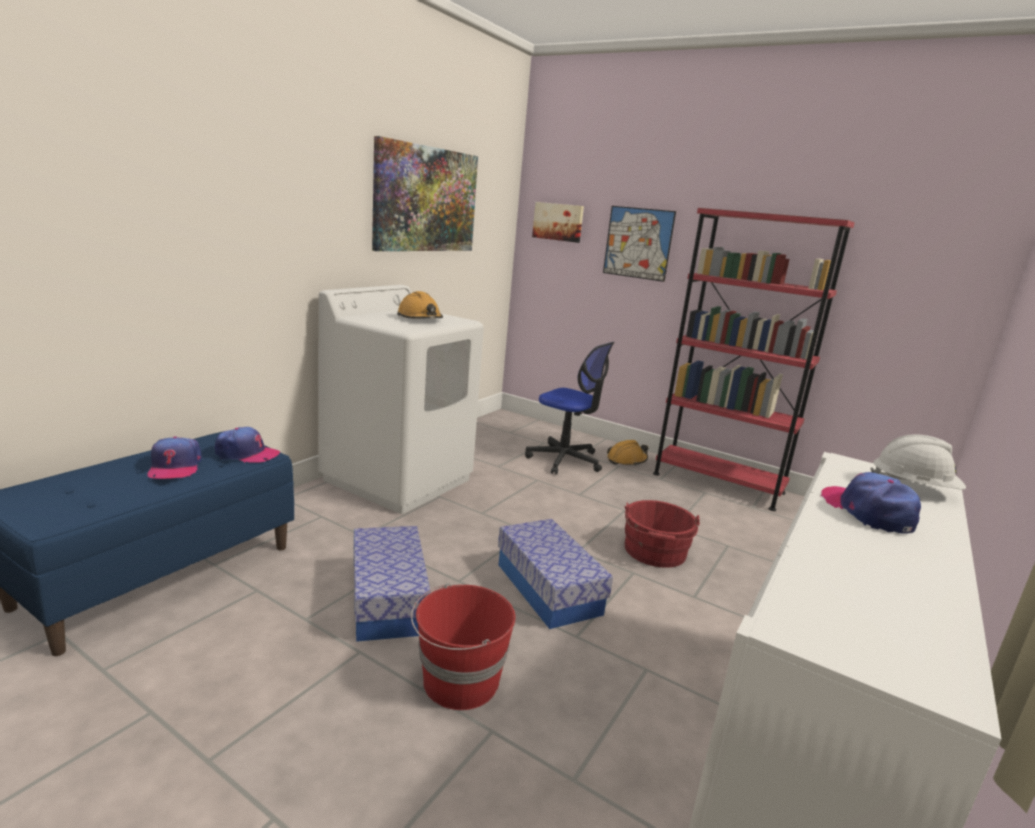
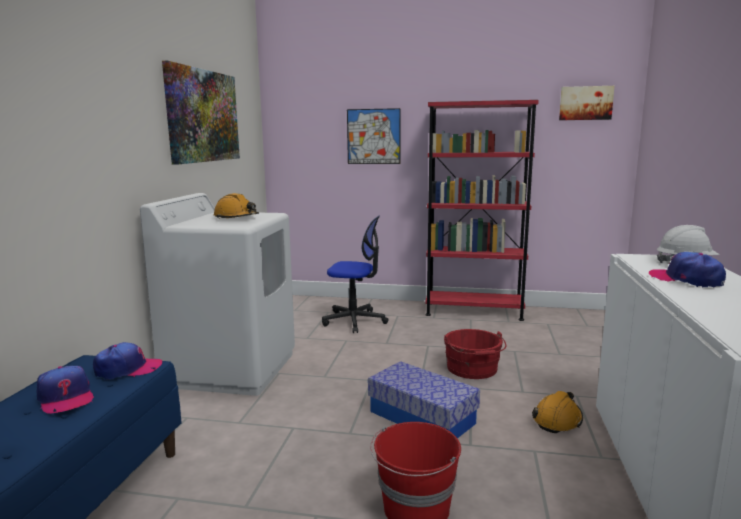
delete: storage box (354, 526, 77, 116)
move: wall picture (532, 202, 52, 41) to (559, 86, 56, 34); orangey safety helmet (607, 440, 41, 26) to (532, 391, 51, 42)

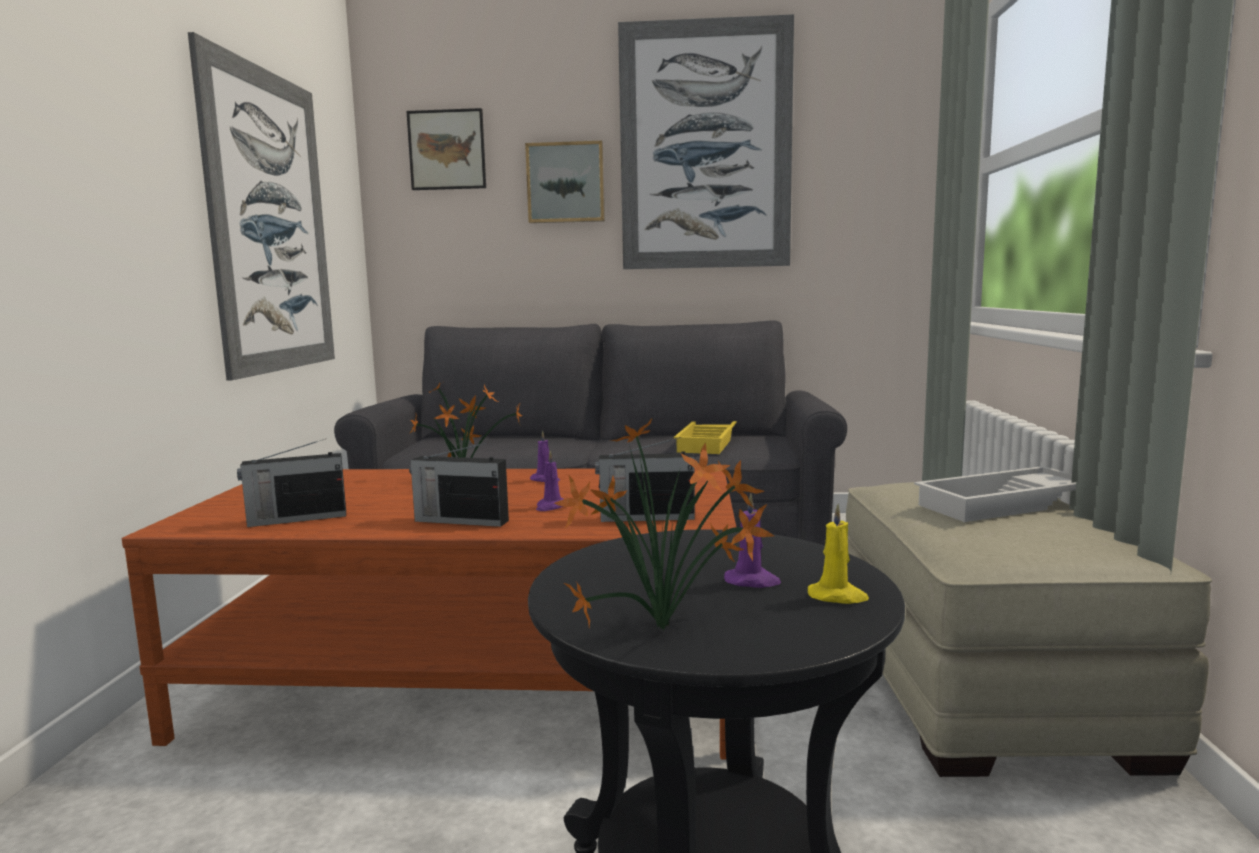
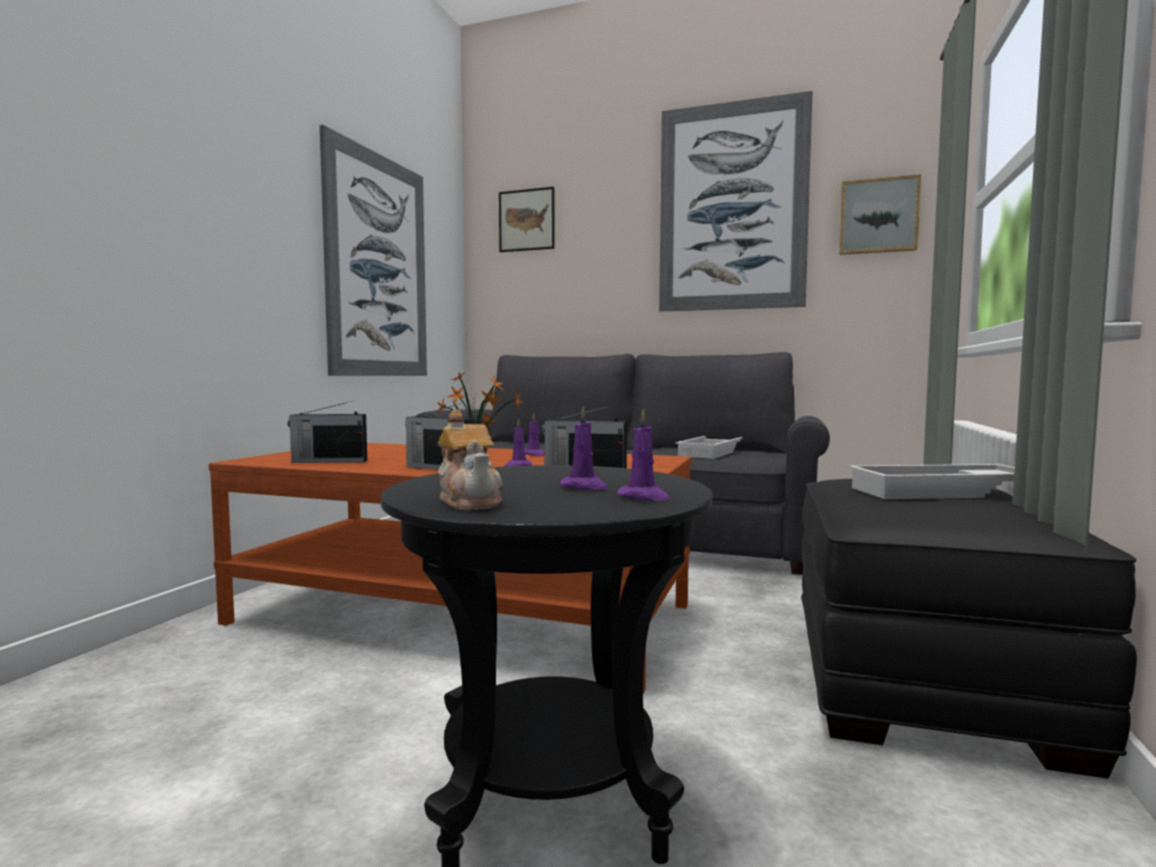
move: wall picture (525, 141, 80, 82) to (839, 174, 82, 81)
replace: potted plant (554, 417, 220, 213) to teapot (438, 409, 65, 101)
recolor: yellow-coloured carrying tray (674, 421, 63, 33) to white carrying tray (675, 436, 68, 23); sand-coloured ottoman (846, 482, 366, 295) to blackish ottoman (801, 479, 336, 300); yellow-coloured wax light (808, 504, 61, 100) to purplish wax light (617, 409, 53, 92)

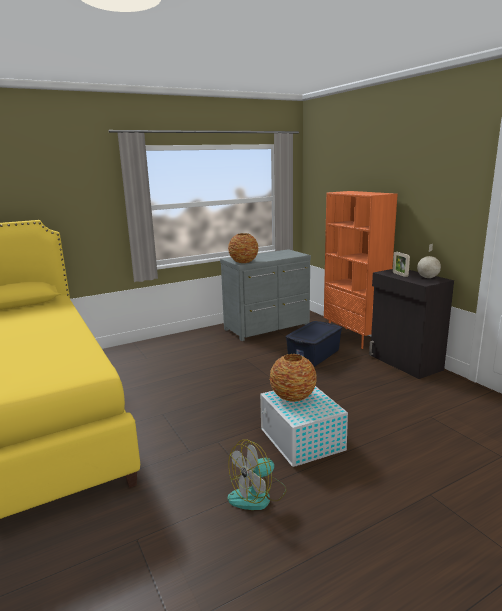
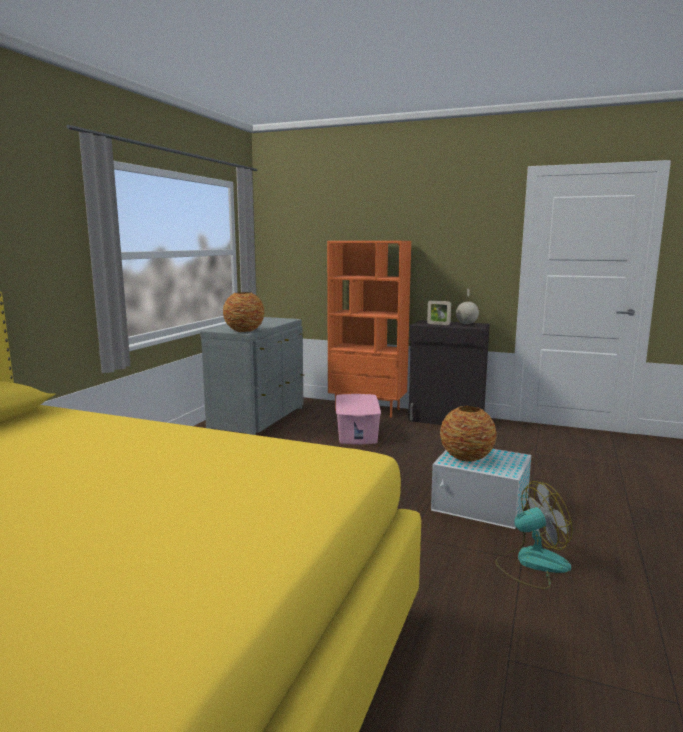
recolor: bluish storage box (286, 321, 56, 46) to pink-coloured storage box (336, 394, 45, 50)
rotate: electric fan (227, 440, 60, 70) = (495, 481, 78, 108) 120 degrees counterclockwise

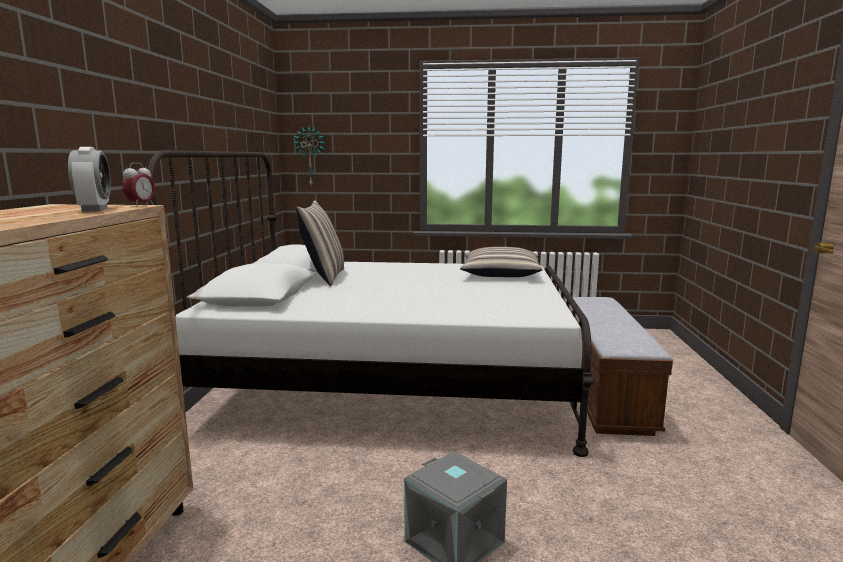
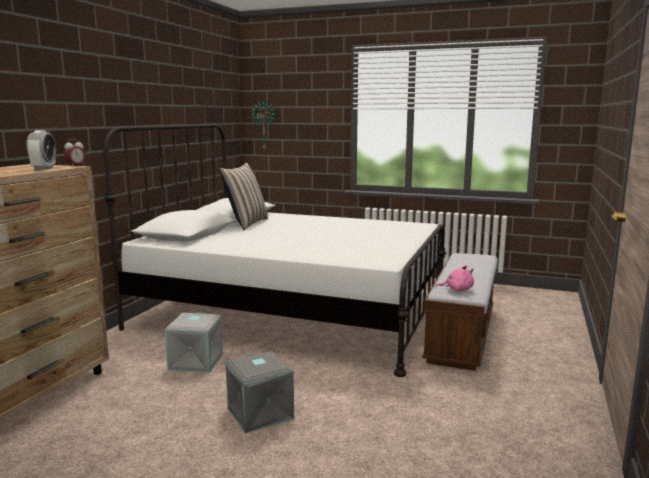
delete: cushion (460, 247, 82, 30)
insert: pink-coloured cuddly toy (435, 265, 39, 26); gray storage box (165, 313, 58, 60)

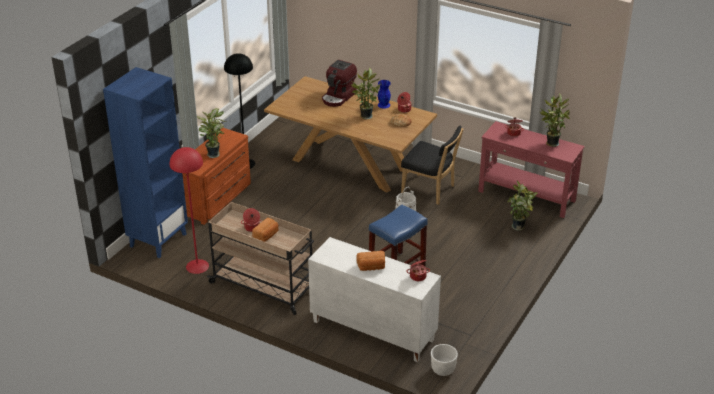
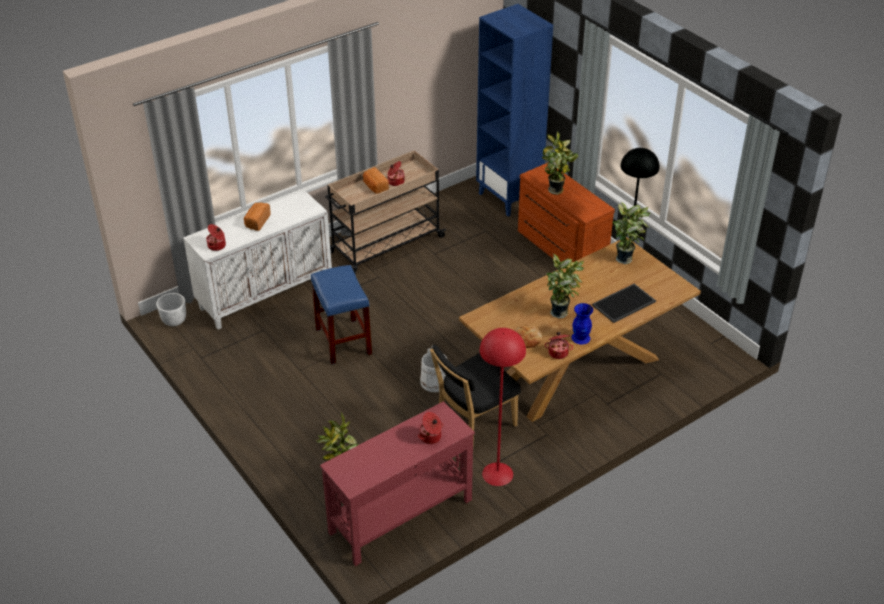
move: potted plant (540, 94, 30, 53) to (612, 202, 38, 62); reddish standing lamp (170, 147, 39, 127) to (480, 328, 46, 158)
replace: coffee machine (322, 60, 35, 47) to carrying tray (592, 284, 64, 39)

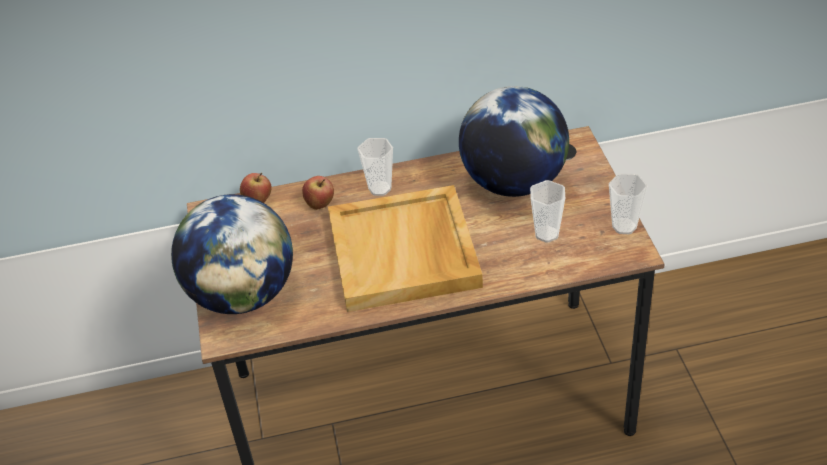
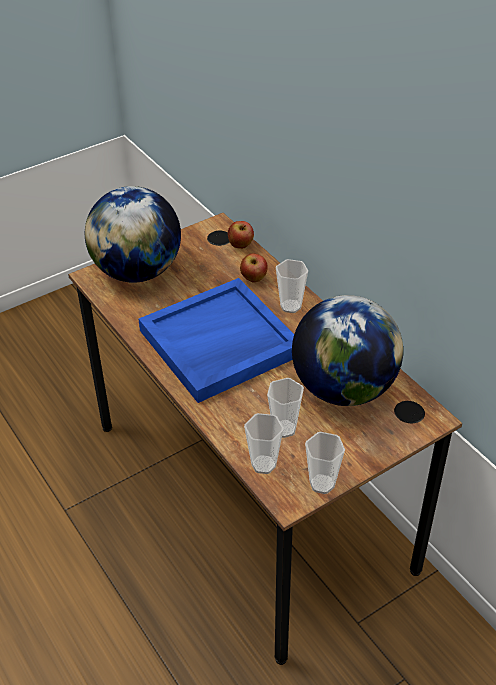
insert: cup (244, 413, 40, 61)
recolor: sand-coloured carrying tray (328, 185, 155, 127) to bluish carrying tray (138, 278, 156, 125)

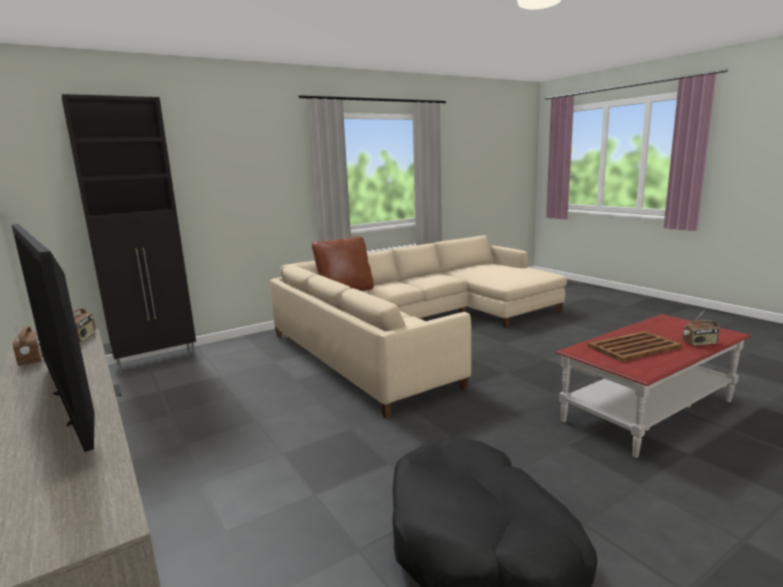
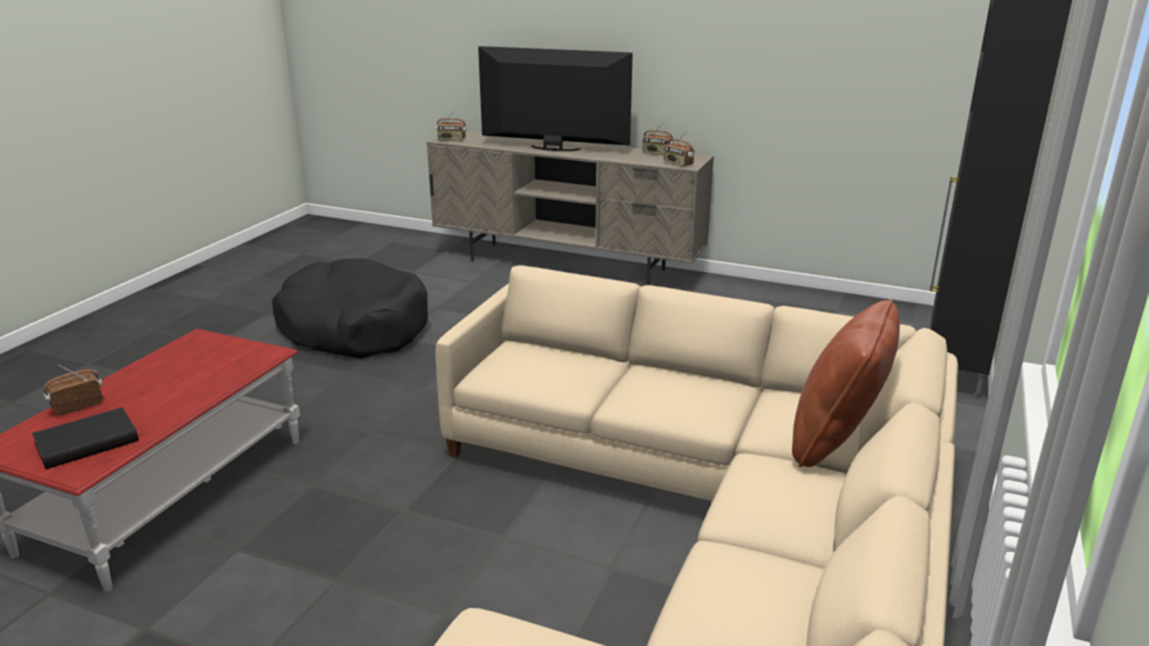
delete: brownish carrying tray (588, 331, 94, 31)
insert: radio (436, 109, 31, 33); blackish book (32, 407, 107, 62)

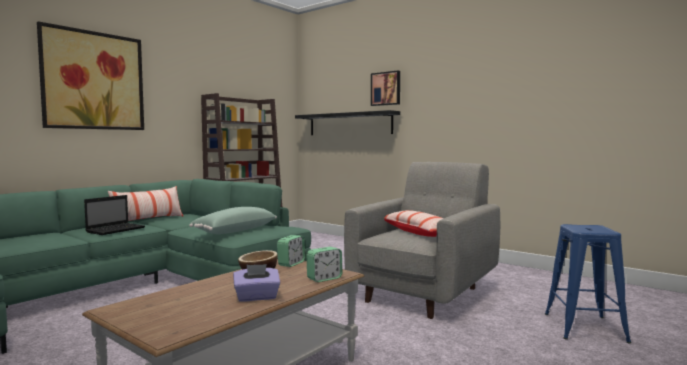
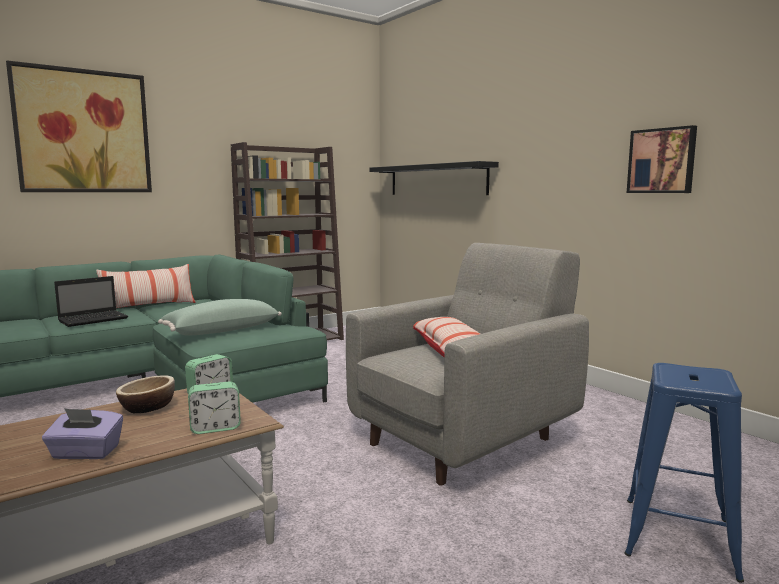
move: wall picture (371, 70, 29, 36) to (627, 125, 70, 68)

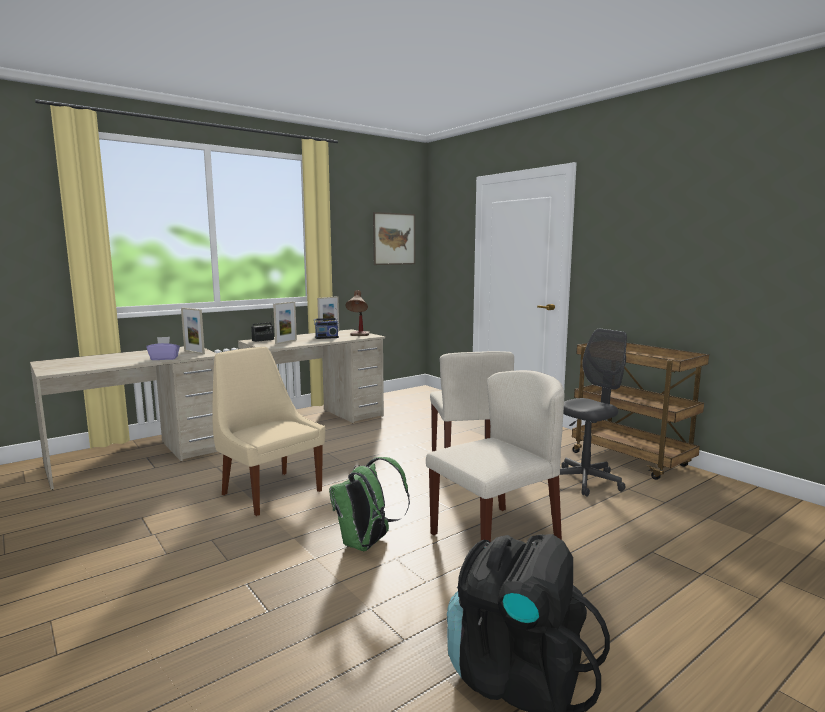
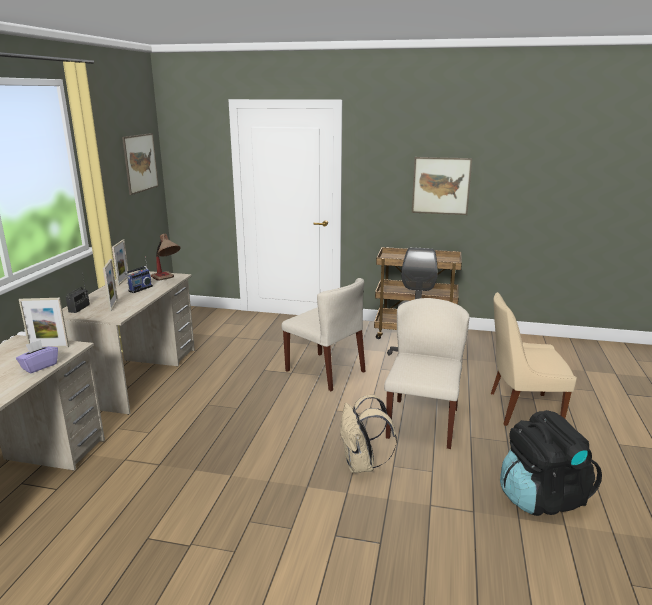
insert: wall picture (412, 157, 60, 58)
move: sand-coloured plain chair (212, 347, 113, 169) to (491, 292, 86, 134)
recolor: green-coloured rucksack (329, 457, 81, 94) to sand-coloured rucksack (340, 395, 57, 78)

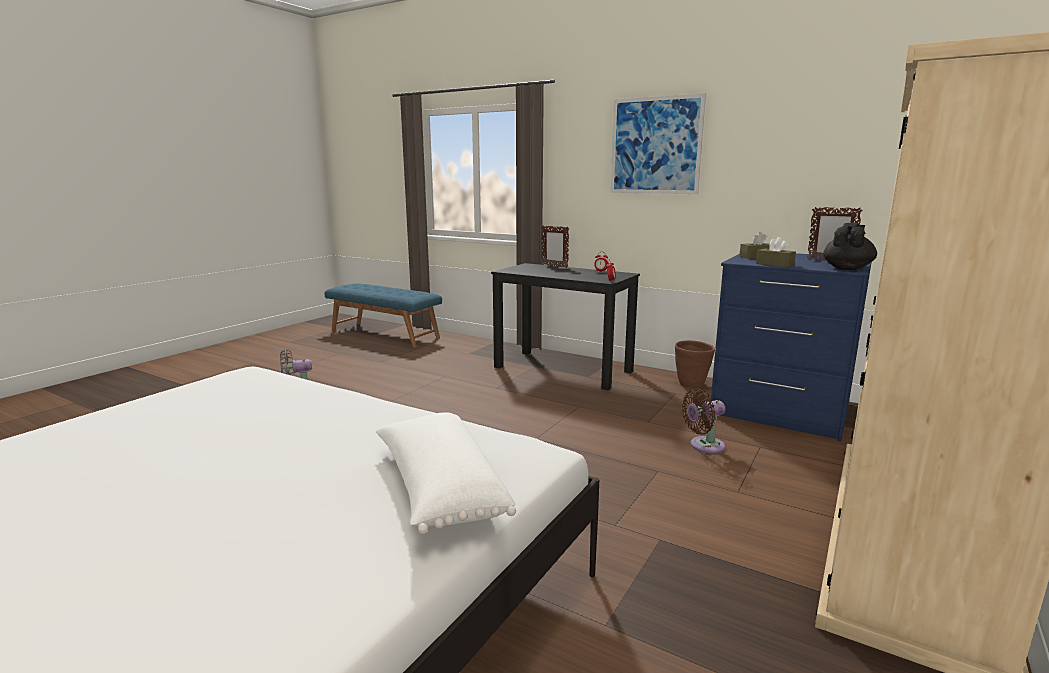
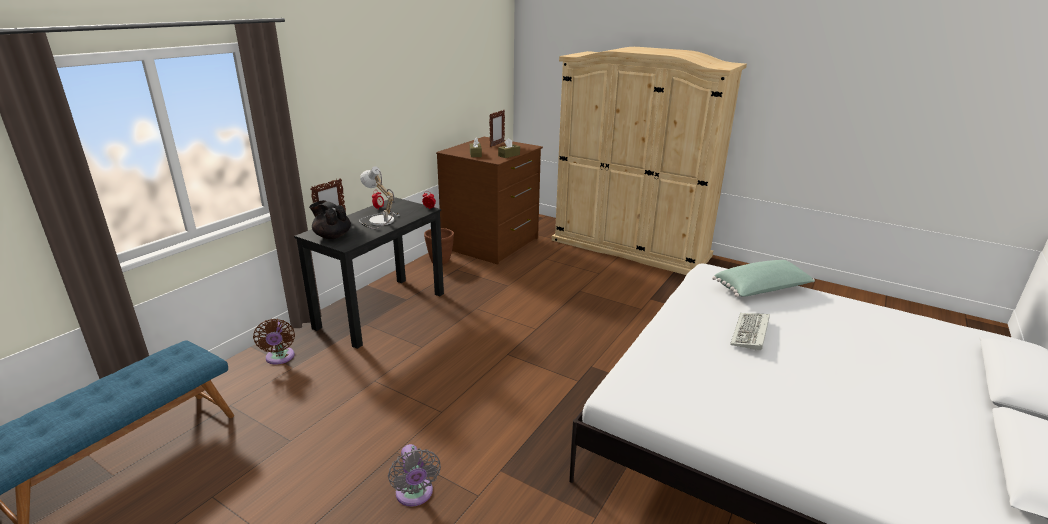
delete: wall picture (610, 93, 96, 101)
insert: lamp for a table (359, 166, 41, 63); PC keyboard (730, 313, 40, 38)
move: blackish teapot (823, 223, 54, 47) to (309, 200, 42, 39); brownish electric fan (682, 388, 43, 66) to (253, 319, 42, 45)
recolor: bluish chest of drawers (711, 253, 161, 188) to brownish chest of drawers (436, 137, 107, 127); white cushion (376, 412, 140, 122) to green-coloured cushion (712, 260, 103, 37)

